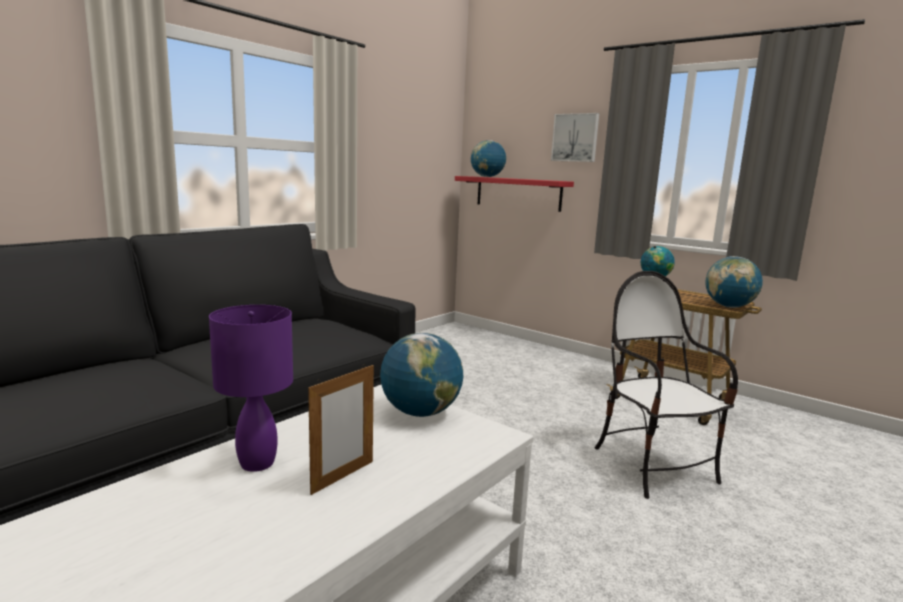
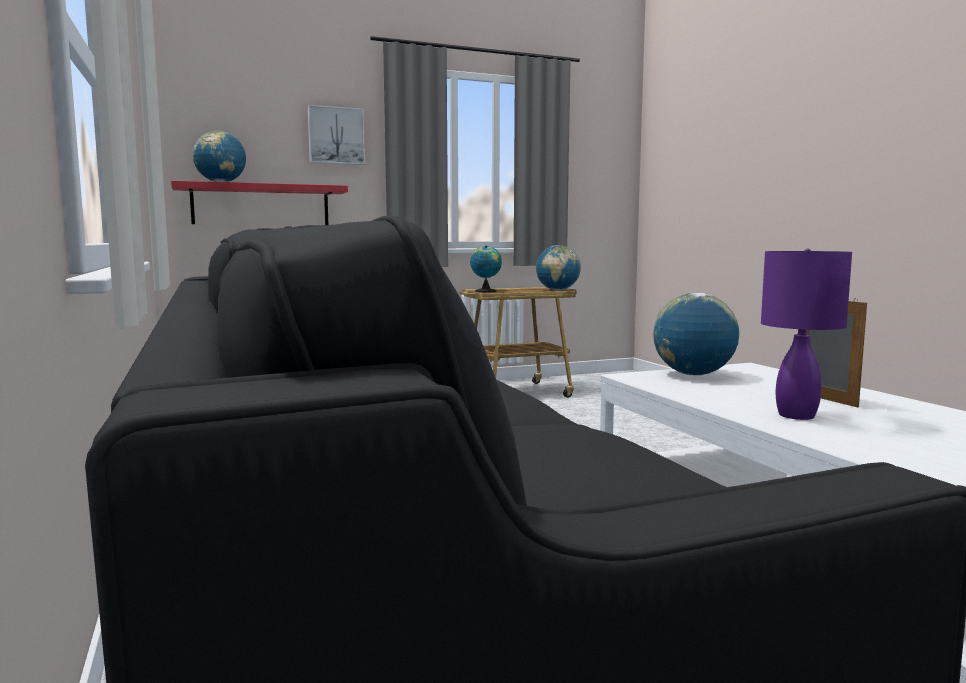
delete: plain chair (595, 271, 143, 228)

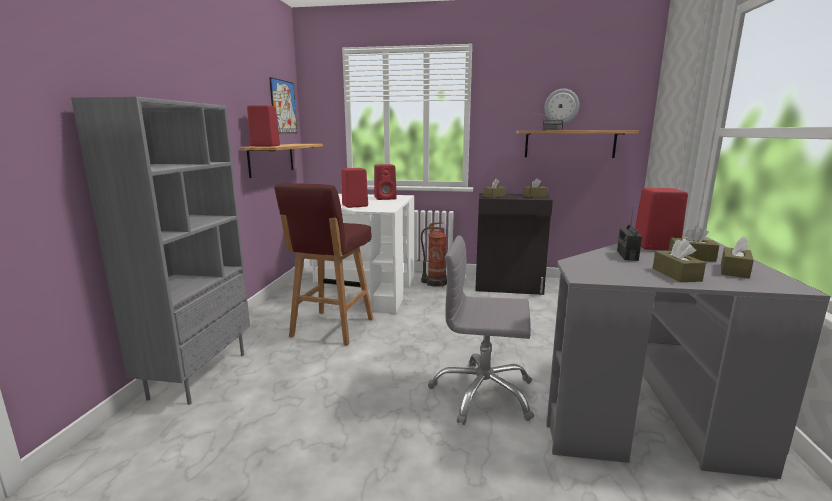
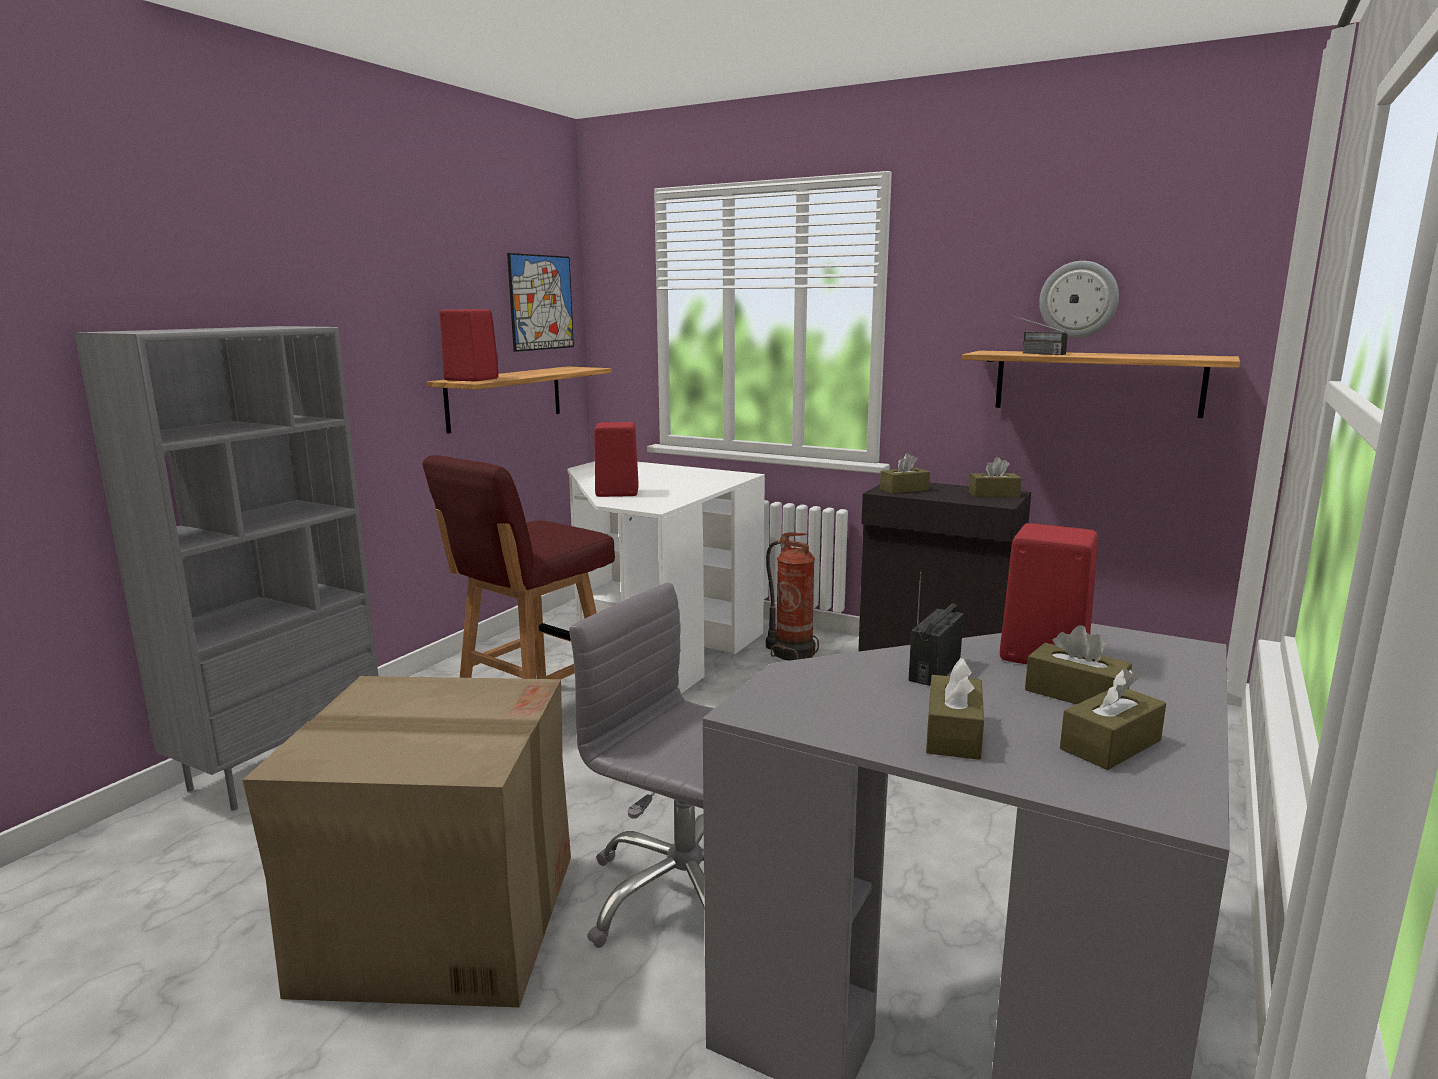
delete: reddish speaker (374, 164, 23, 36)
insert: carton (243, 676, 328, 331)

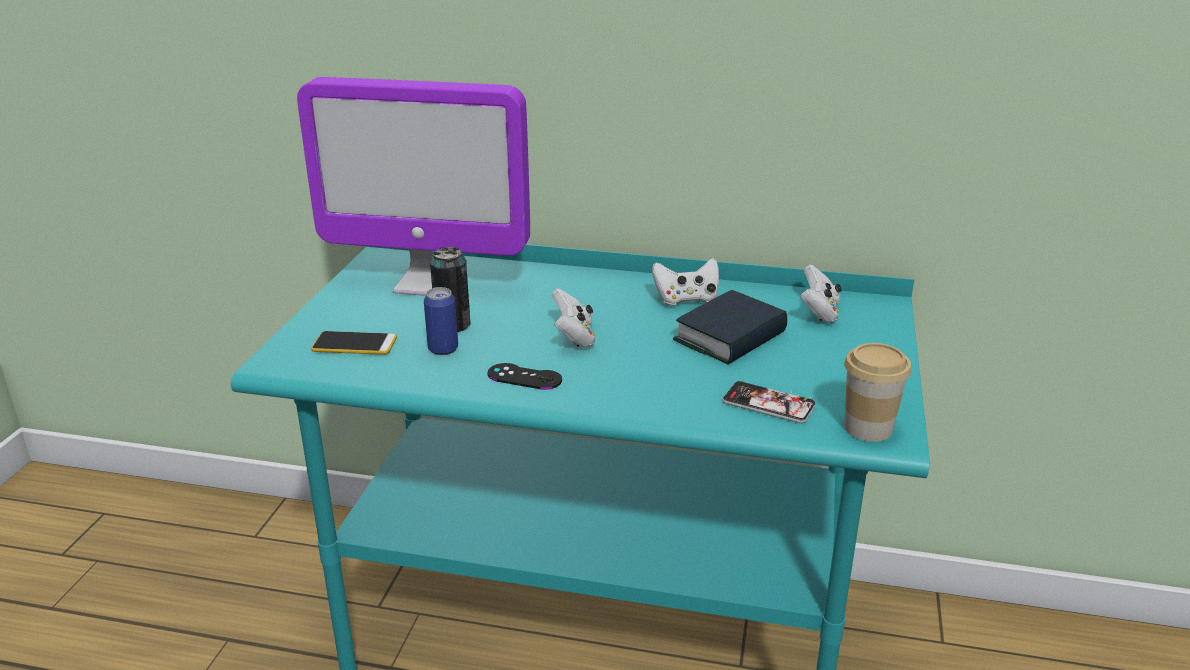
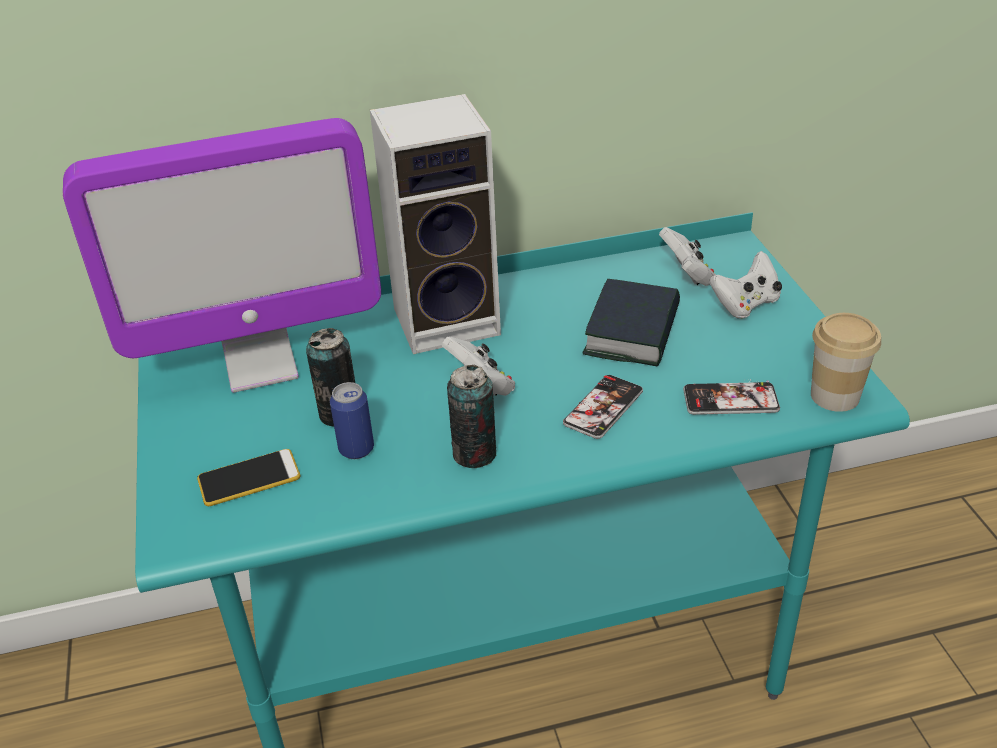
insert: speaker (370, 94, 131, 260); telephone (563, 375, 80, 64)
move: white joypad (652, 258, 67, 48) to (709, 251, 73, 68)
replace: blackish joypad (488, 363, 74, 27) to can (447, 365, 49, 103)

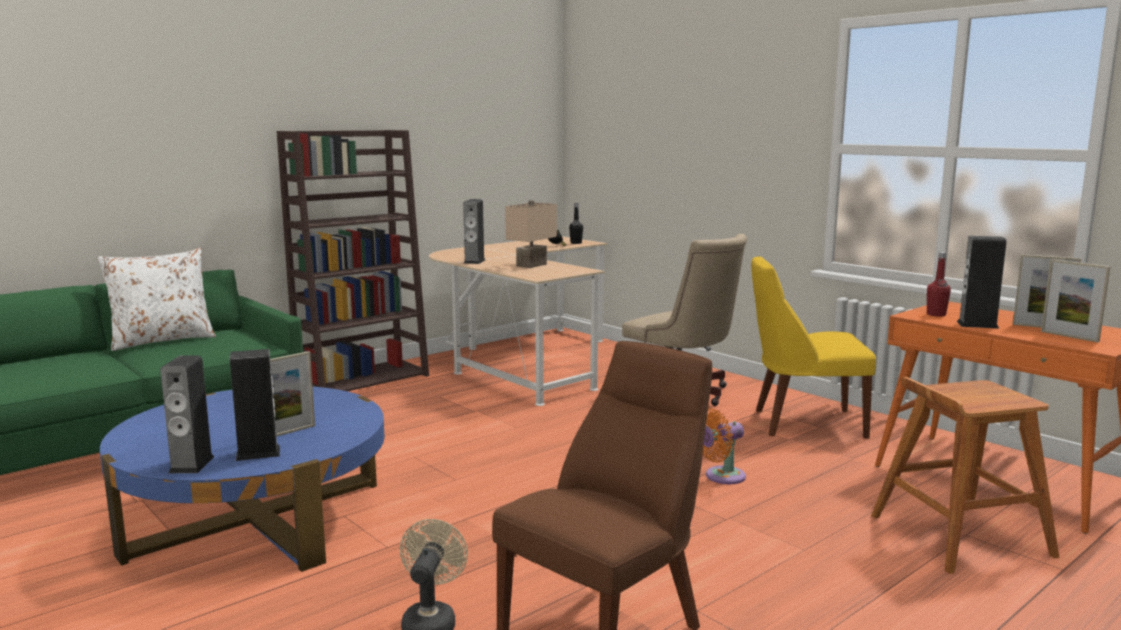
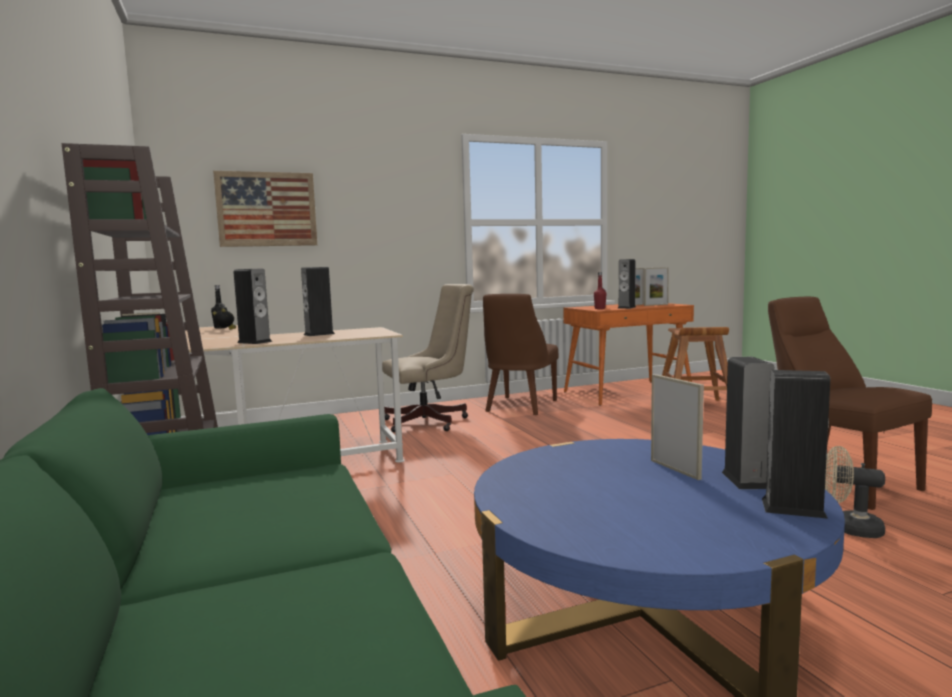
delete: white cushion (97, 248, 119, 103); orangey electric fan (702, 408, 44, 76)
insert: wall picture (213, 171, 104, 76)
replace: sand-coloured lamp for a table (505, 200, 52, 68) to speaker (301, 267, 34, 69)
recolor: yellow-coloured plain chair (751, 256, 125, 183) to brownish plain chair (483, 294, 75, 121)

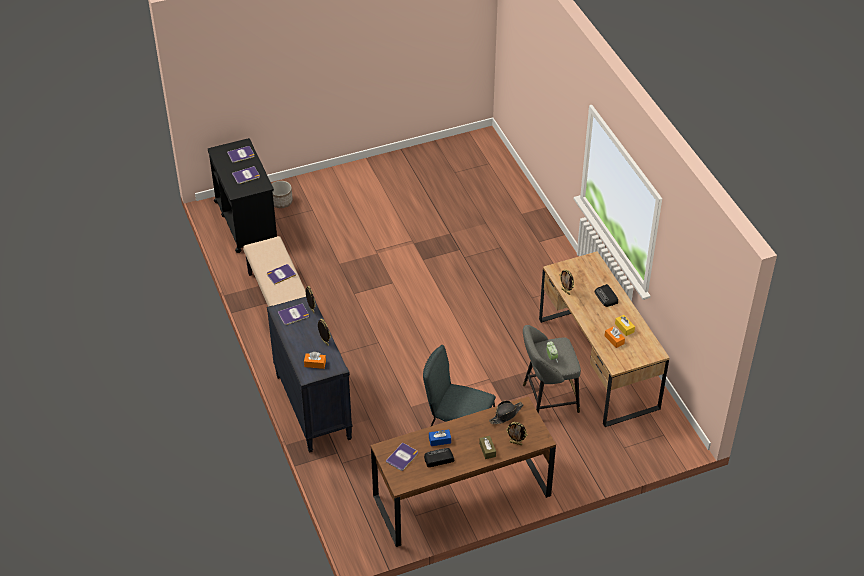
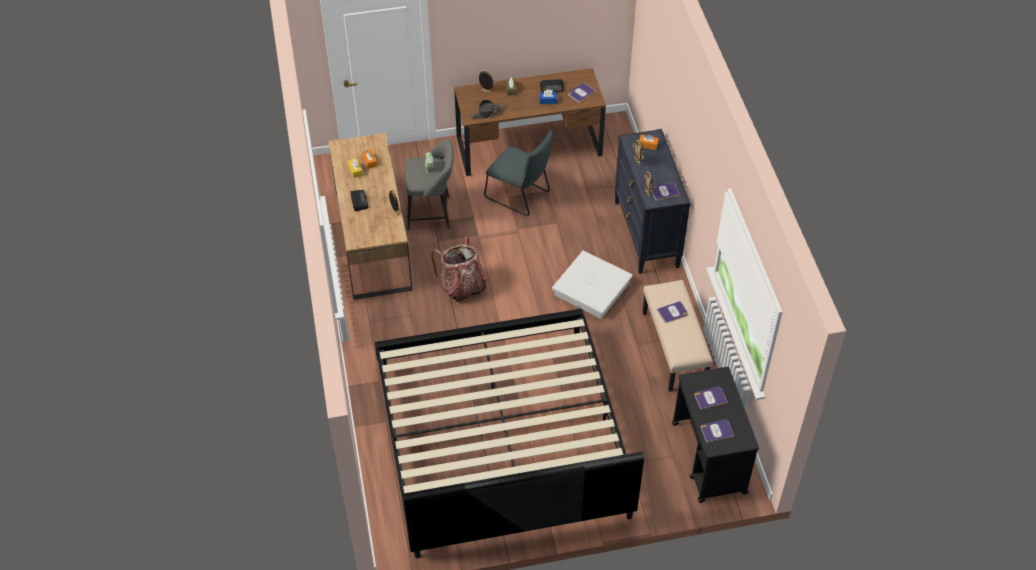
delete: flower pot (272, 181, 21, 27)
insert: rucksack (431, 236, 56, 66); white storage box (552, 250, 81, 69); sleeping bed (375, 309, 269, 249)

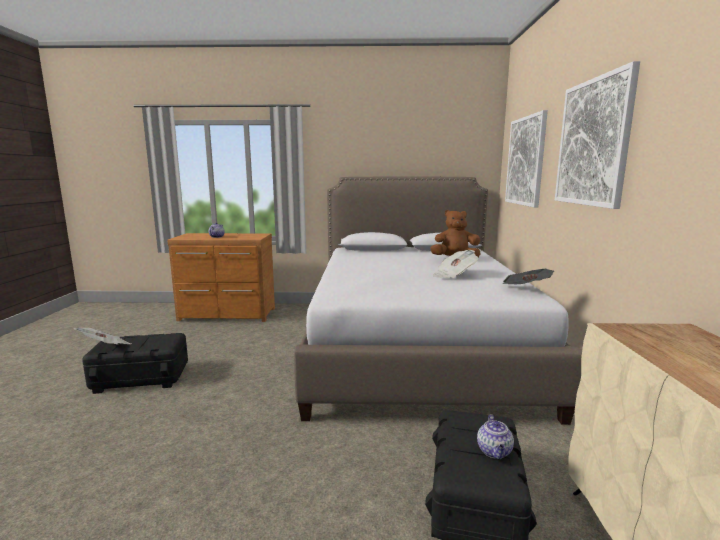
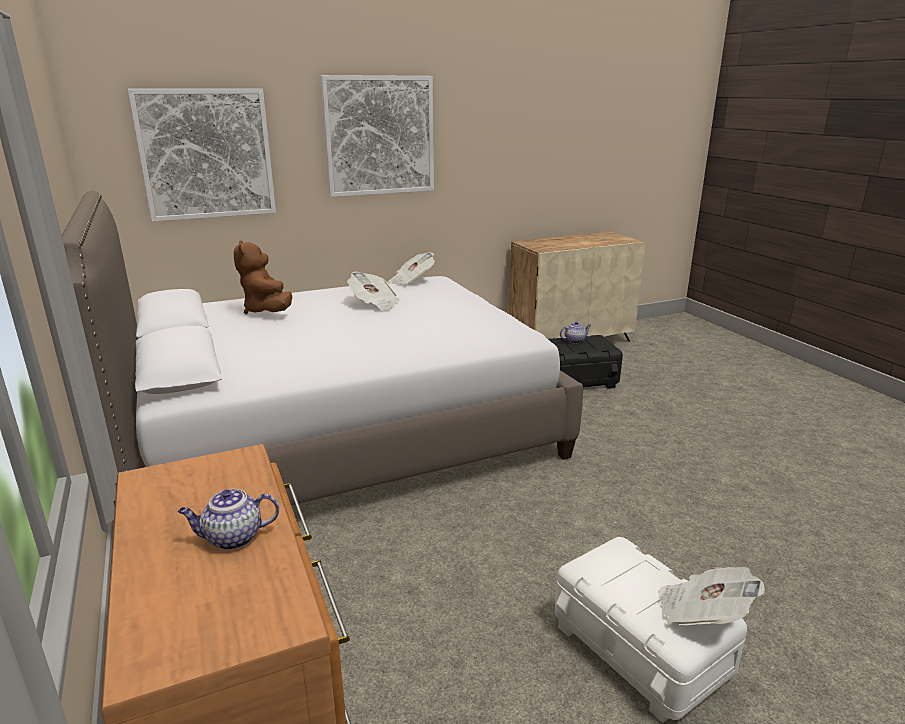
recolor: blackish storage box (82, 333, 106, 61) to white storage box (555, 537, 192, 186)

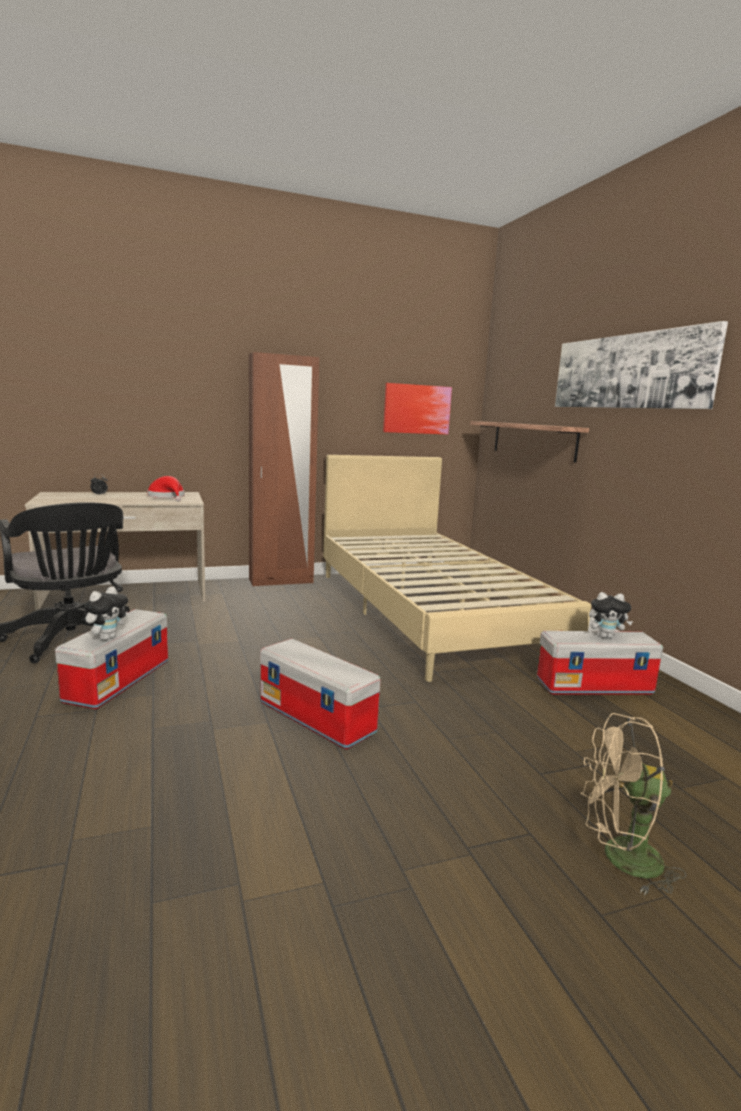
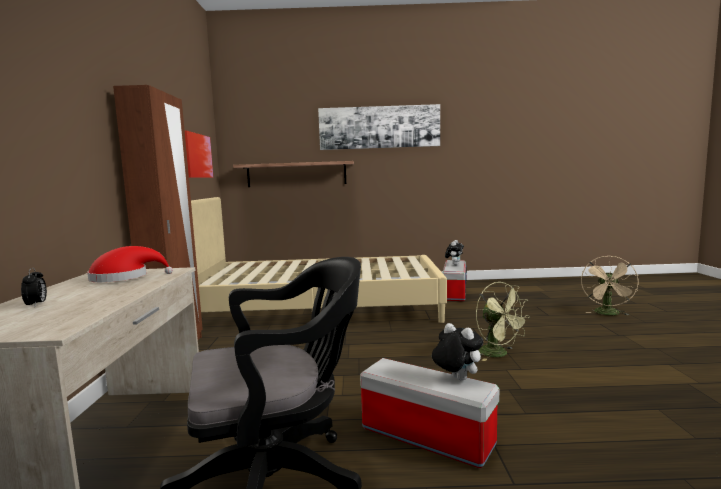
replace: storage box (260, 639, 120, 110) to green-coloured electric fan (476, 282, 54, 79)

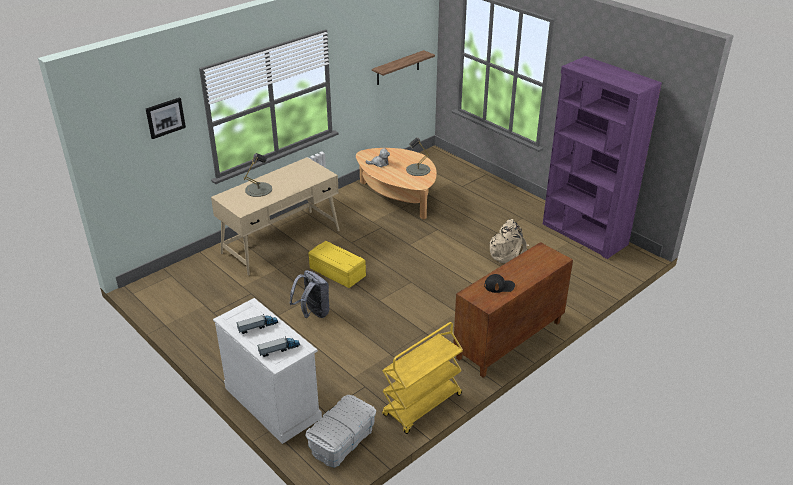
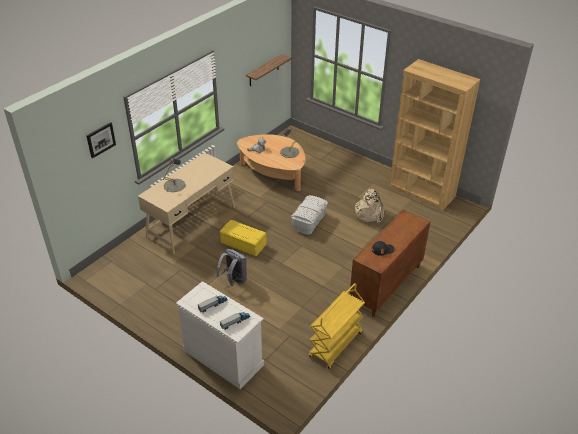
move: white storage box (305, 395, 71, 73) to (291, 195, 37, 40)
recolor: purplish shelving unit (543, 56, 119, 203) to brownish shelving unit (389, 59, 91, 151)

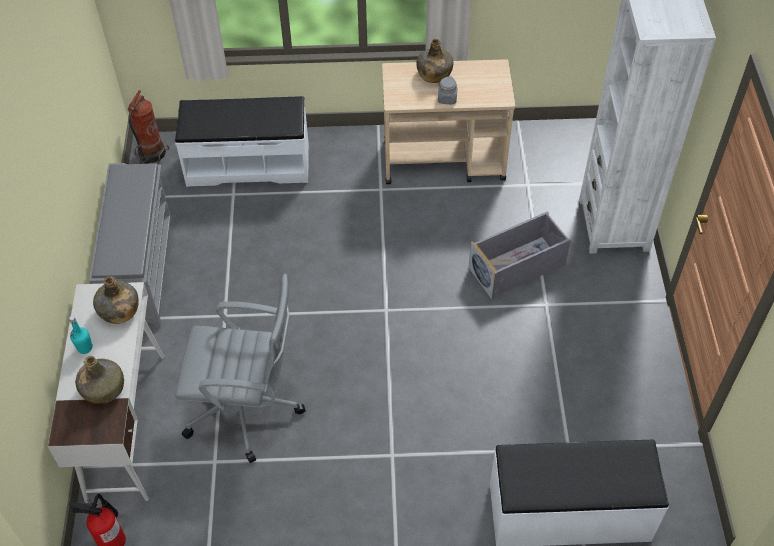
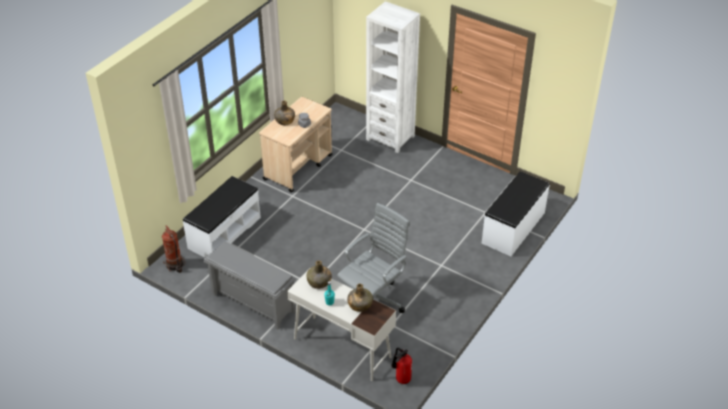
delete: gray storage box (469, 211, 102, 89)

